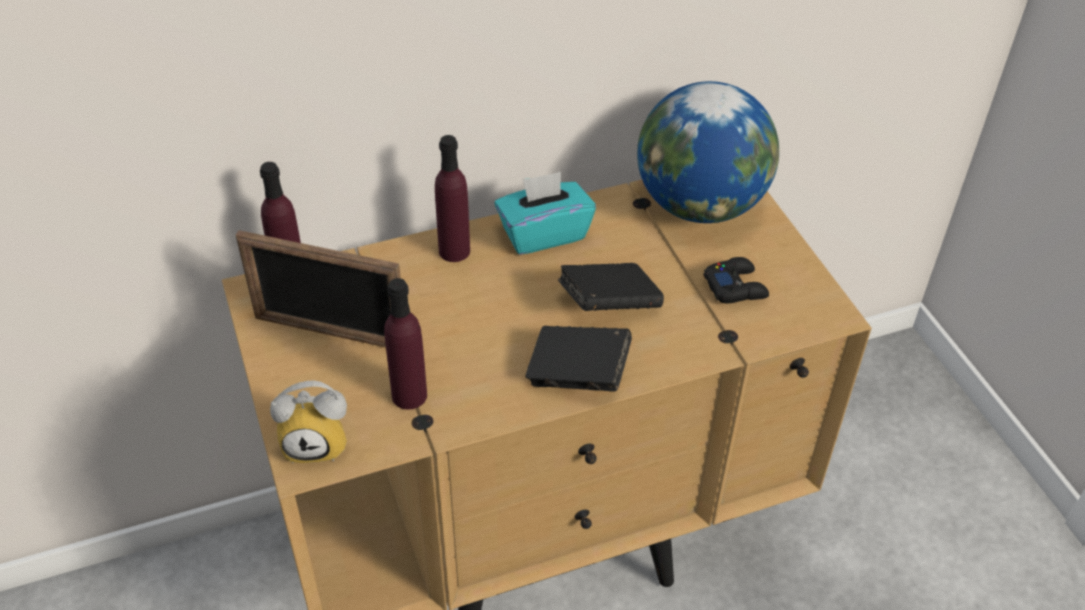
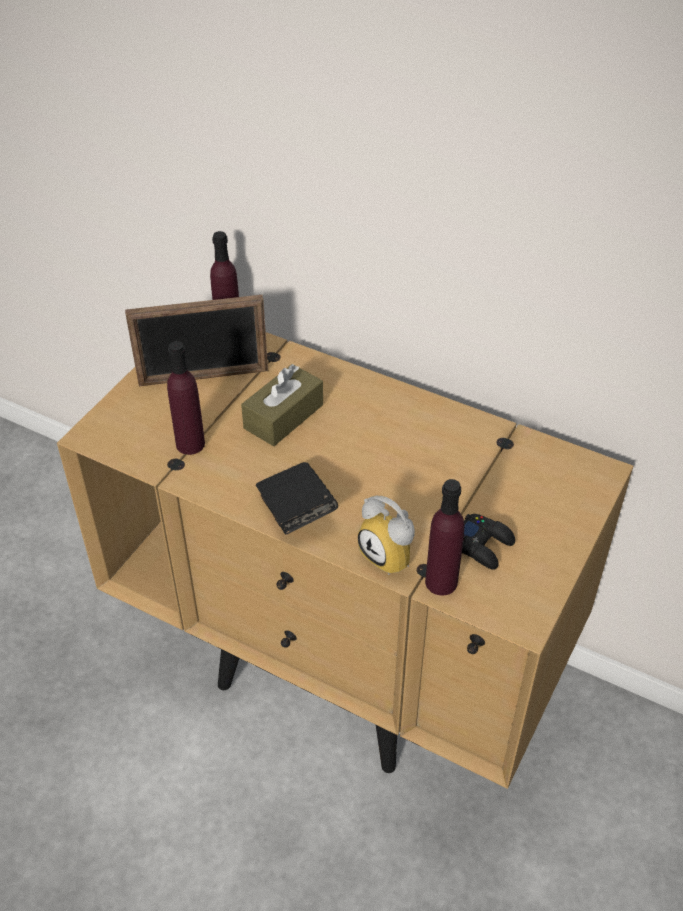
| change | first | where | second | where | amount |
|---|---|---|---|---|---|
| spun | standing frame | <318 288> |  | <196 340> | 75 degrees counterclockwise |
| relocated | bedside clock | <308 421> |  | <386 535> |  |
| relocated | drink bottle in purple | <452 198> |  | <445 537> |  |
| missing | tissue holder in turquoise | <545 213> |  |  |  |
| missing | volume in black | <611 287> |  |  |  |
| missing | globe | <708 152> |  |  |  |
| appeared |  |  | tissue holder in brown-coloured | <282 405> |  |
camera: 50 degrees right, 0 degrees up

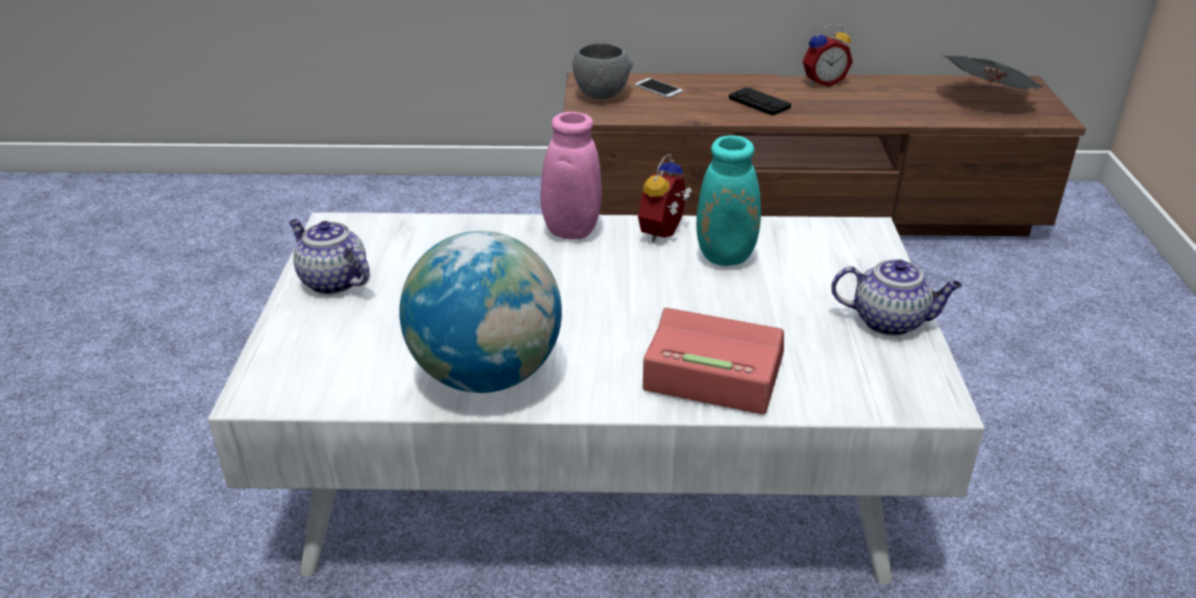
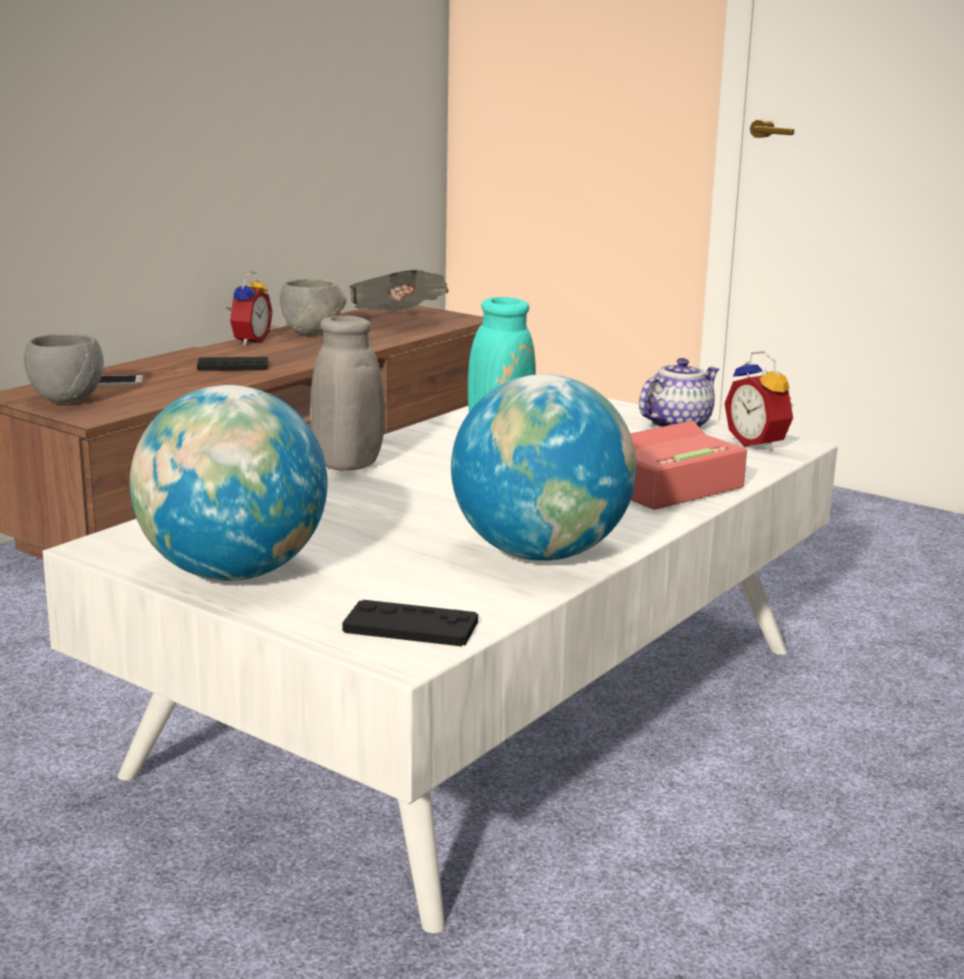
| change | first | where | second | where | amount |
|---|---|---|---|---|---|
| exchanged | teapot | <329 257> | globe | <229 483> |  |
| colour | decorative vase in pinkish | <548 176> | decorative vase in gray | <347 393> |  |
| relocated | bedside clock | <665 198> |  | <758 401> |  |
| appeared |  |  | bowl in gray | <313 306> |  |
| appeared |  |  | game controller in black | <410 623> |  |
camera: 55 degrees left, 15 degrees down

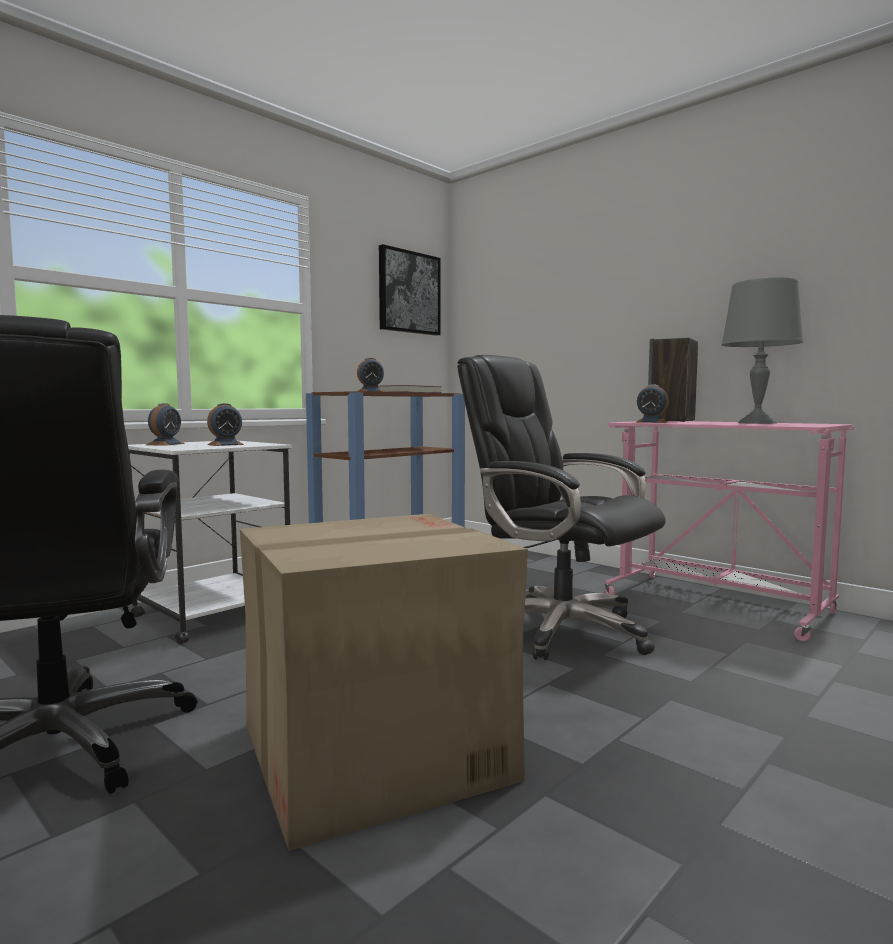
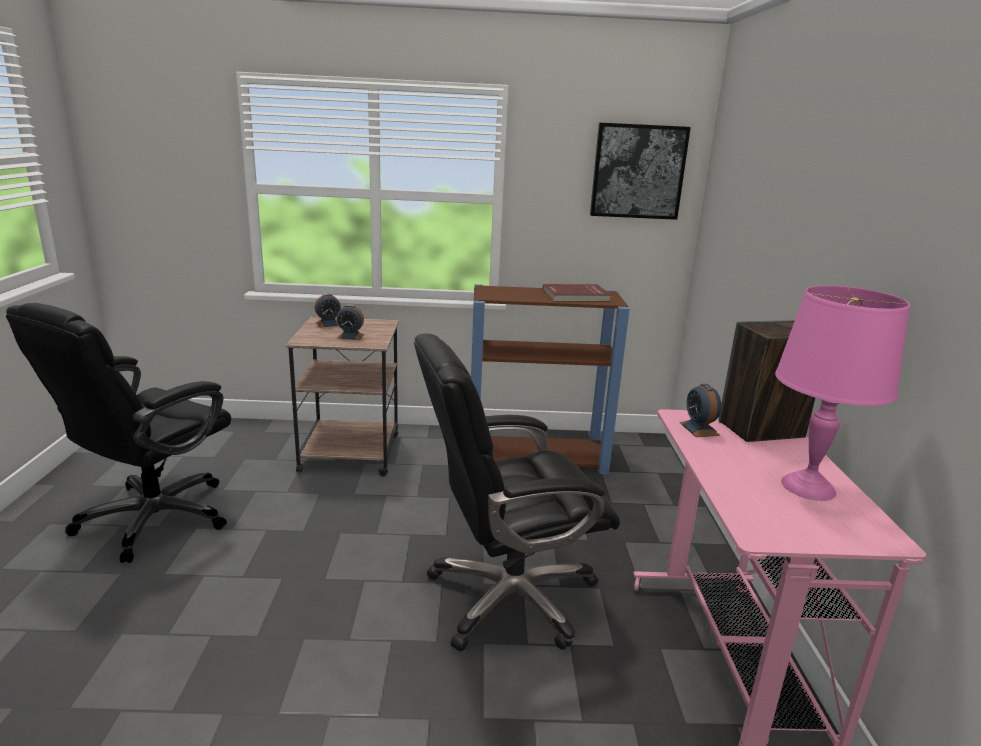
| change | first | where | second | where | amount |
|---|---|---|---|---|---|
| colour | wheeled cart in whitish | <210 542> | wheeled cart in brown-coloured | <342 397> |  |
| missing | packing box | <384 682> |  |  |  |
| missing | bedside clock | <371 375> |  |  |  |
| spun | desk chair in black | <561 507> |  | <517 492> | 105 degrees counterclockwise |
| colour | lamp for a table in gray | <762 350> | lamp for a table in pinkish | <842 393> |  |
camera: 45 degrees right, 15 degrees up

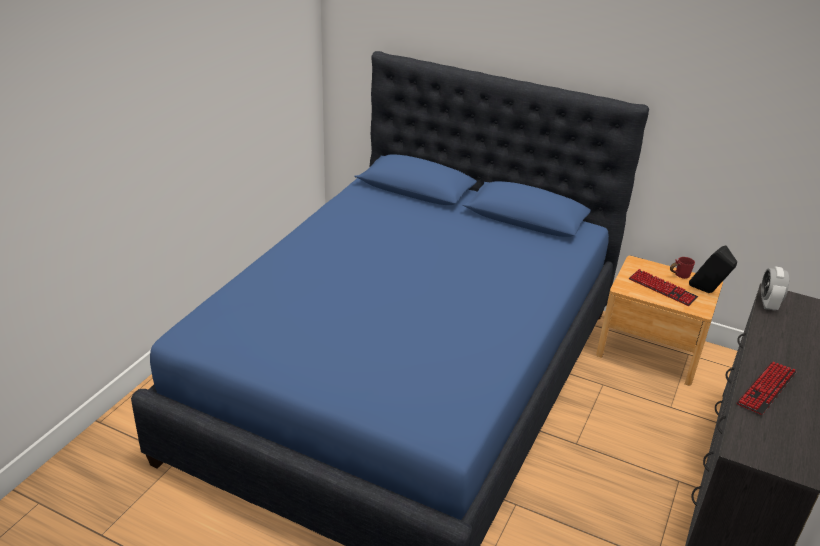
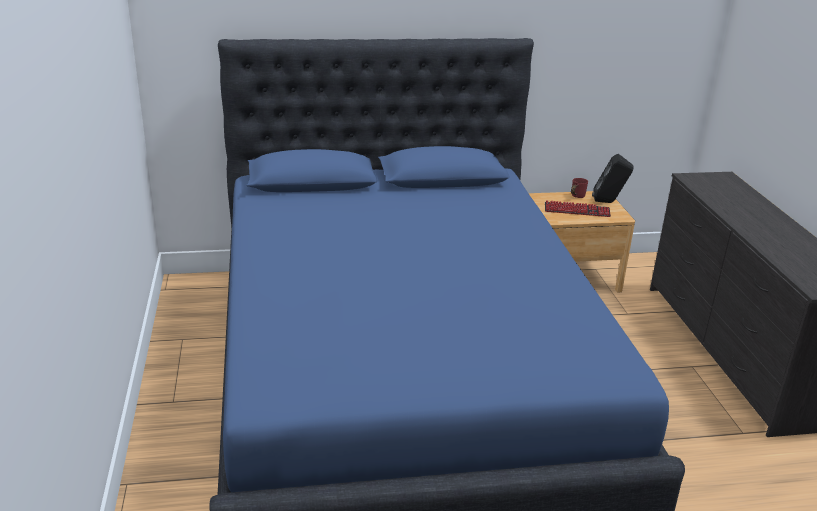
| change | first | where | second | where | amount |
|---|---|---|---|---|---|
| missing | keyboard | <766 388> |  |  |  |
| missing | bedside clock | <775 288> |  |  |  |
camera: 35 degrees left, 5 degrees down

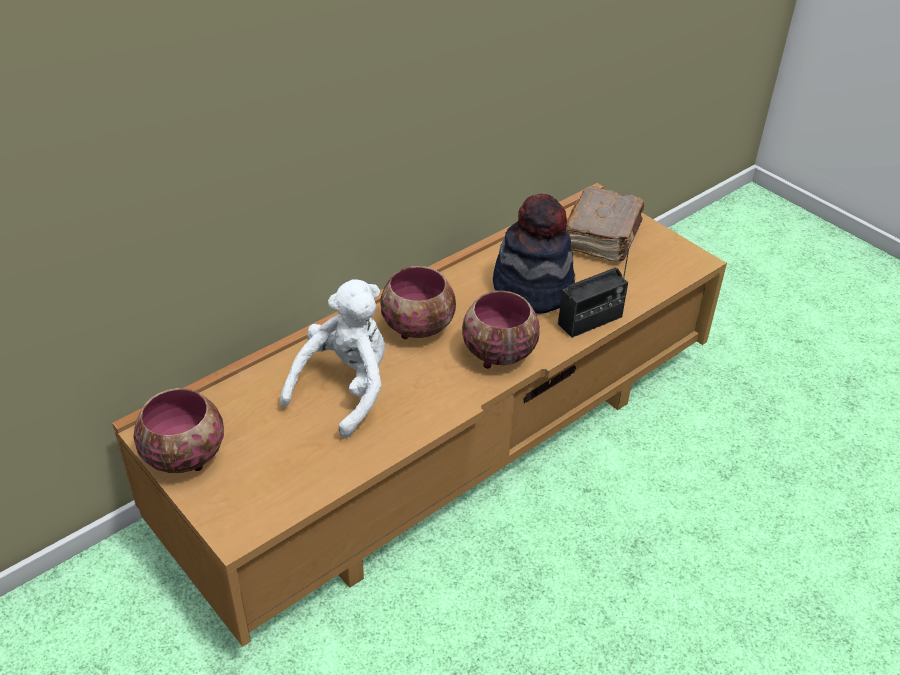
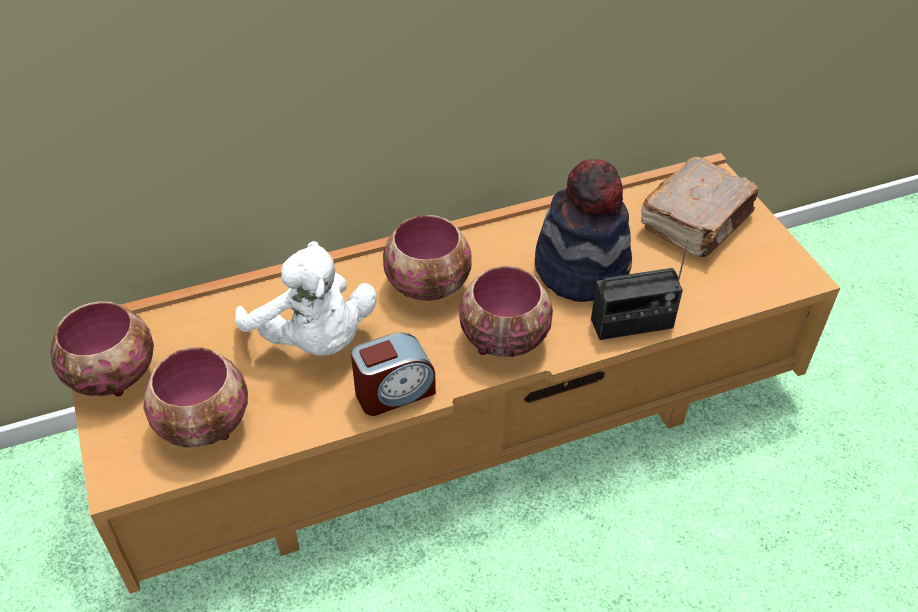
| change | first | where | second | where | amount |
|---|---|---|---|---|---|
| spun | plush toy in whitish | <332 358> |  | <306 298> | 90 degrees clockwise |
| appeared |  |  | bowl | <196 397> |  |
| appeared |  |  | bedside clock | <393 374> |  |
camera: 20 degrees right, 5 degrees up

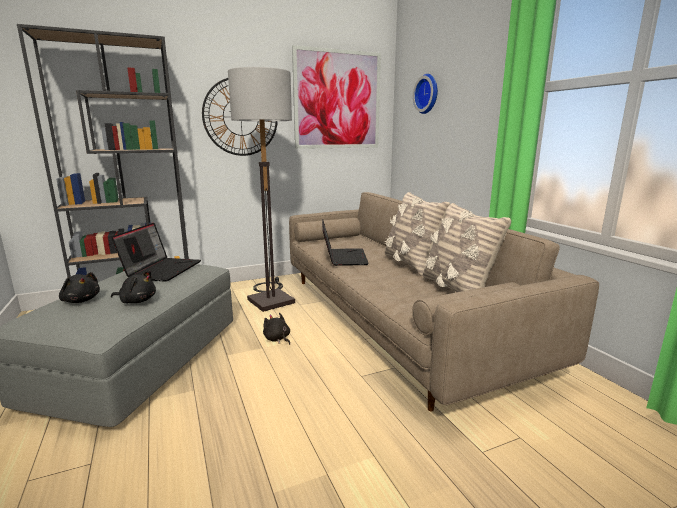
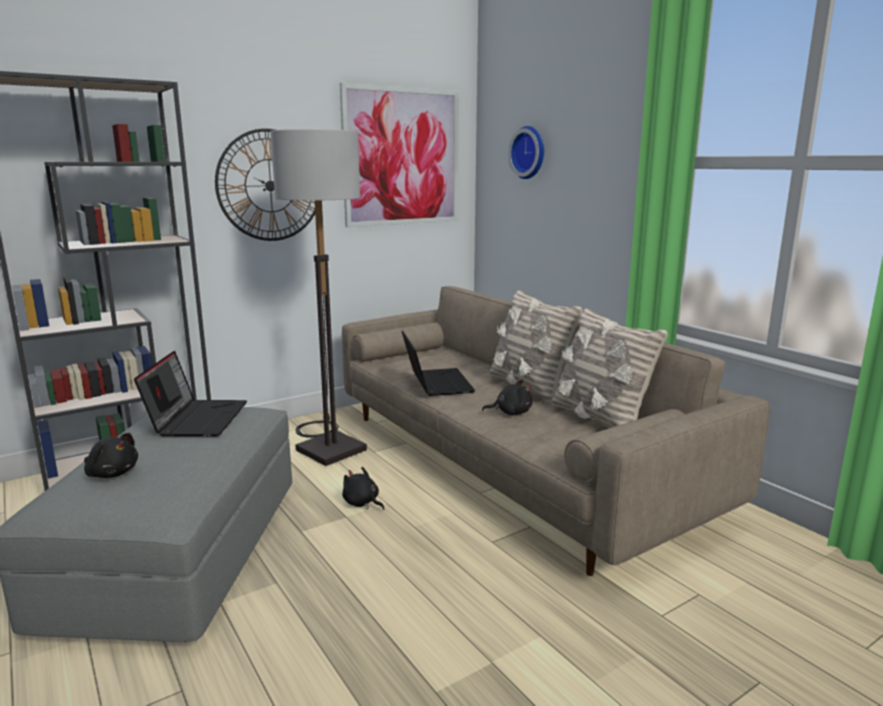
| change | first | where | second | where | amount |
|---|---|---|---|---|---|
| relocated | plush toy in black | <133 287> |  | <507 397> |  |
camera: 10 degrees left, 0 degrees up

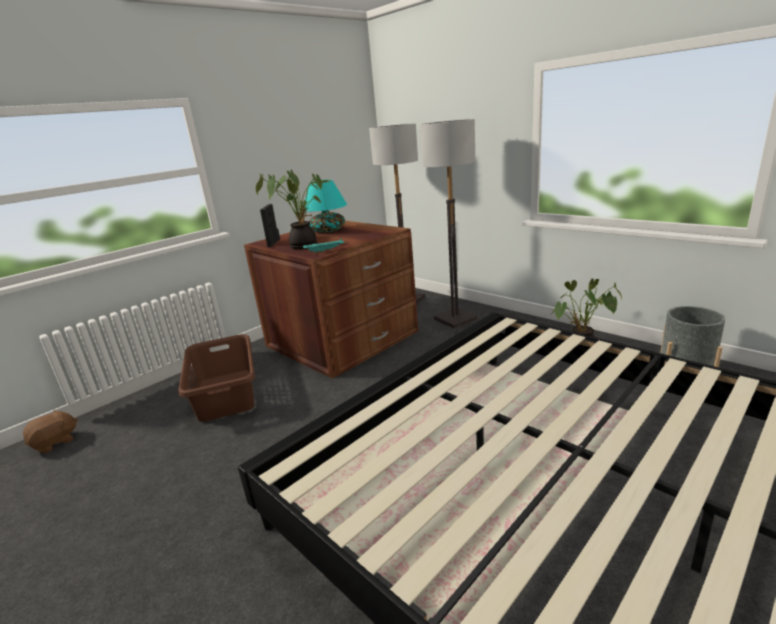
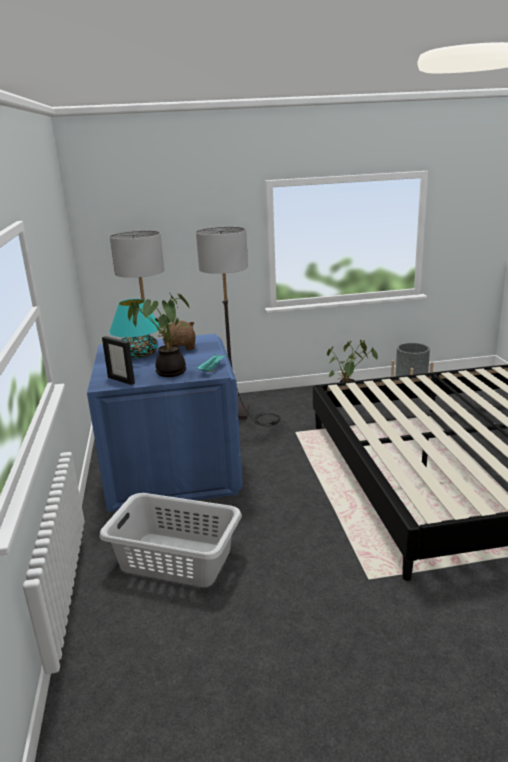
| change | first | where | second | where | amount |
|---|---|---|---|---|---|
| relocated | plush toy in brown-coloured | <50 431> |  | <180 336> |  |
| colour | washing basket in brown-coloured | <216 378> | washing basket in gray | <171 540> |  |
| colour | dresser in brown-coloured | <331 300> | dresser in blue | <165 423> |  |
camera: 55 degrees left, 0 degrees up

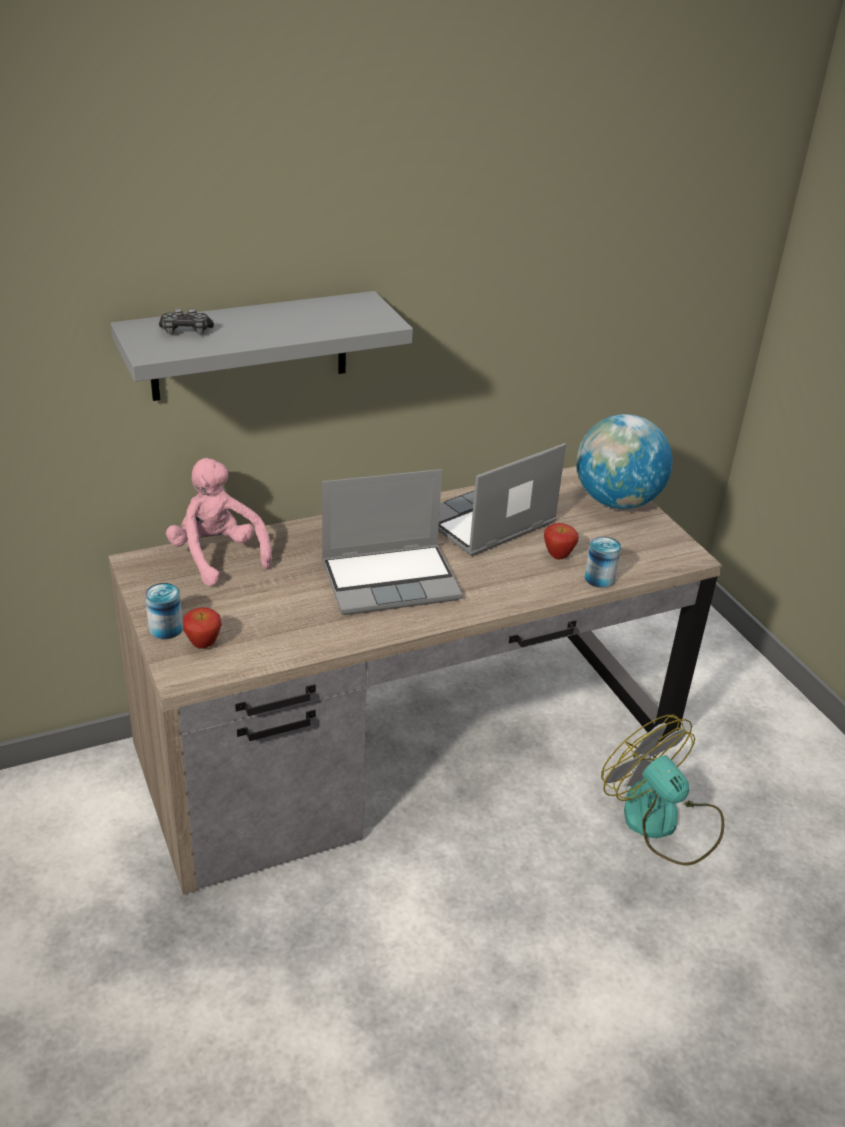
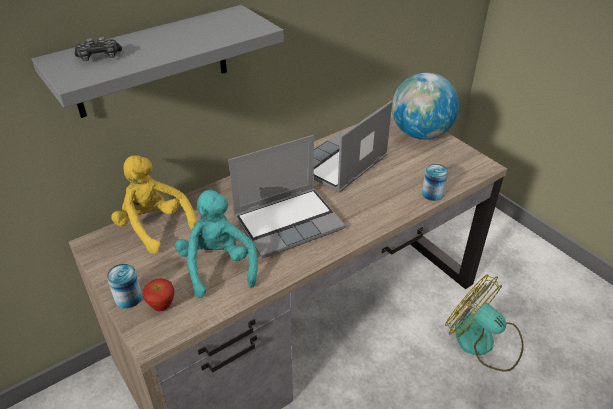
| change | first | where | second | where | amount |
|---|---|---|---|---|---|
| colour | plush toy in pinkish | <219 522> | plush toy in yellow-coloured | <154 204> |  |
| missing | whole apple | <561 541> |  |  |  |
| appeared |  |  | plush toy in turquoise | <216 244> |  |
camera: 10 degrees left, 5 degrees up

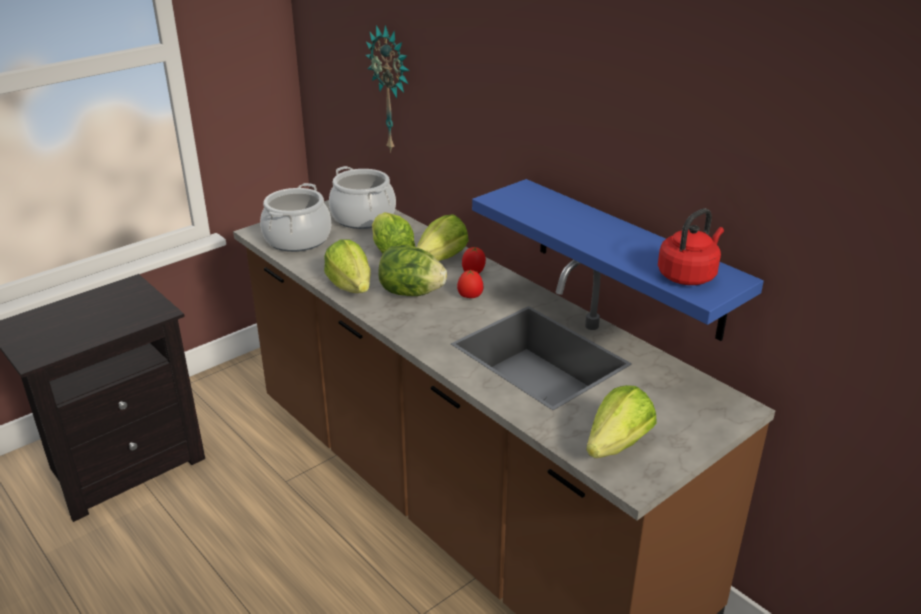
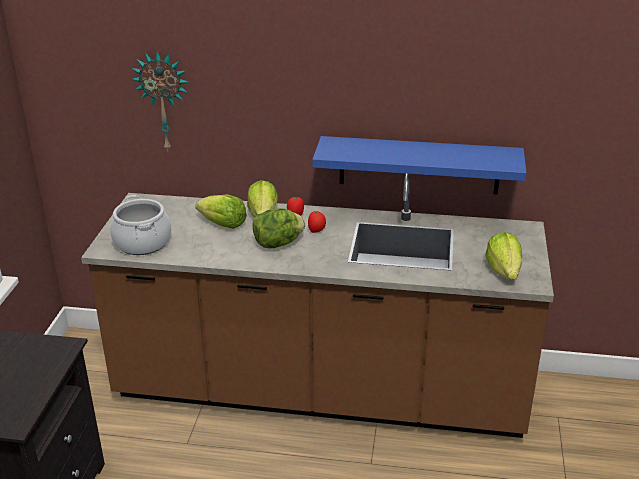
| change | first | where | second | where | amount |
|---|---|---|---|---|---|
| missing | head of lettuce | <347 266> |  |  |  |
| missing | saucepot | <362 197> |  |  |  |
| missing | kettle in red-coloured | <691 246> |  |  |  |
camera: 40 degrees left, 0 degrees up

